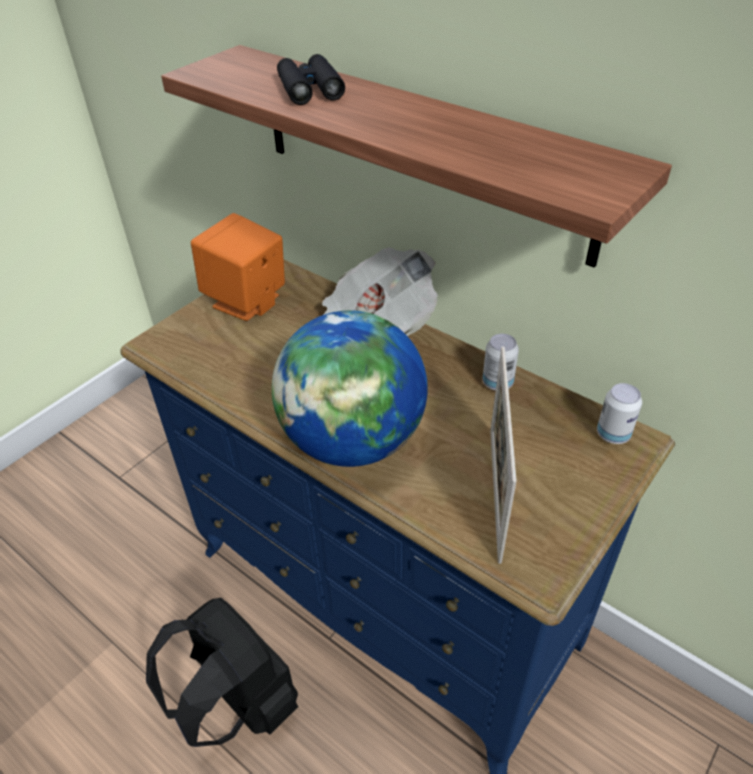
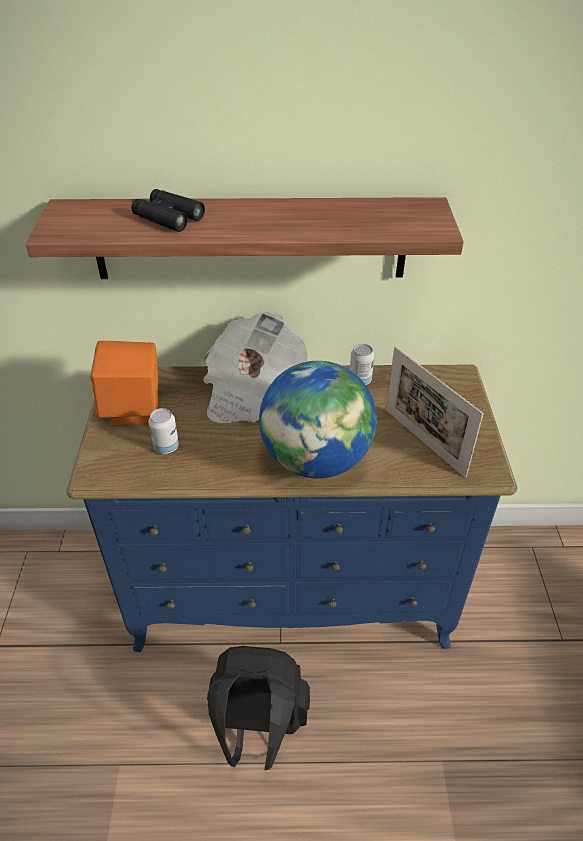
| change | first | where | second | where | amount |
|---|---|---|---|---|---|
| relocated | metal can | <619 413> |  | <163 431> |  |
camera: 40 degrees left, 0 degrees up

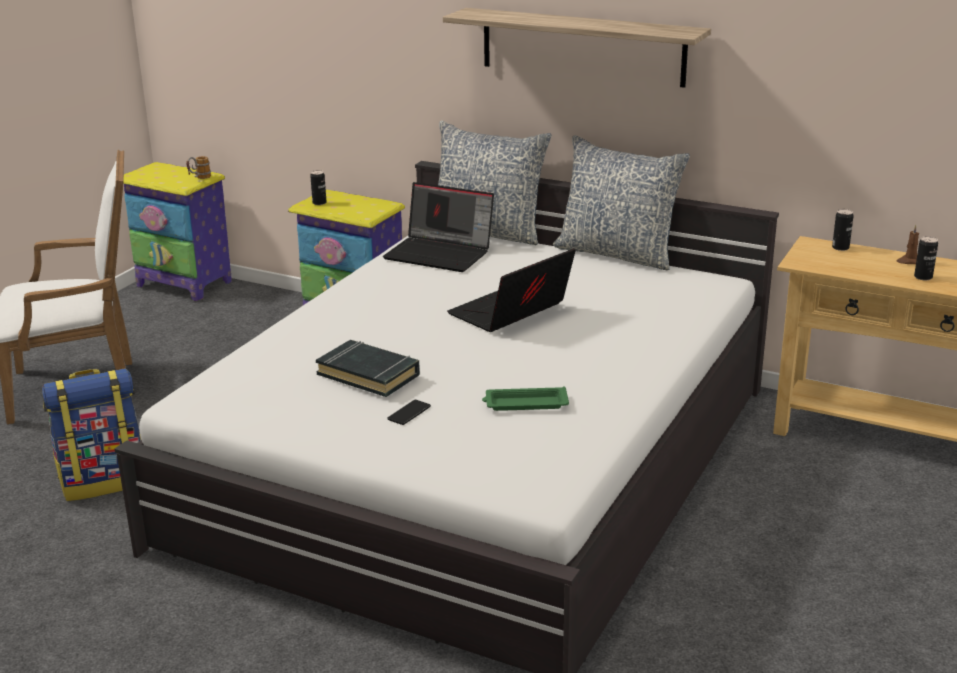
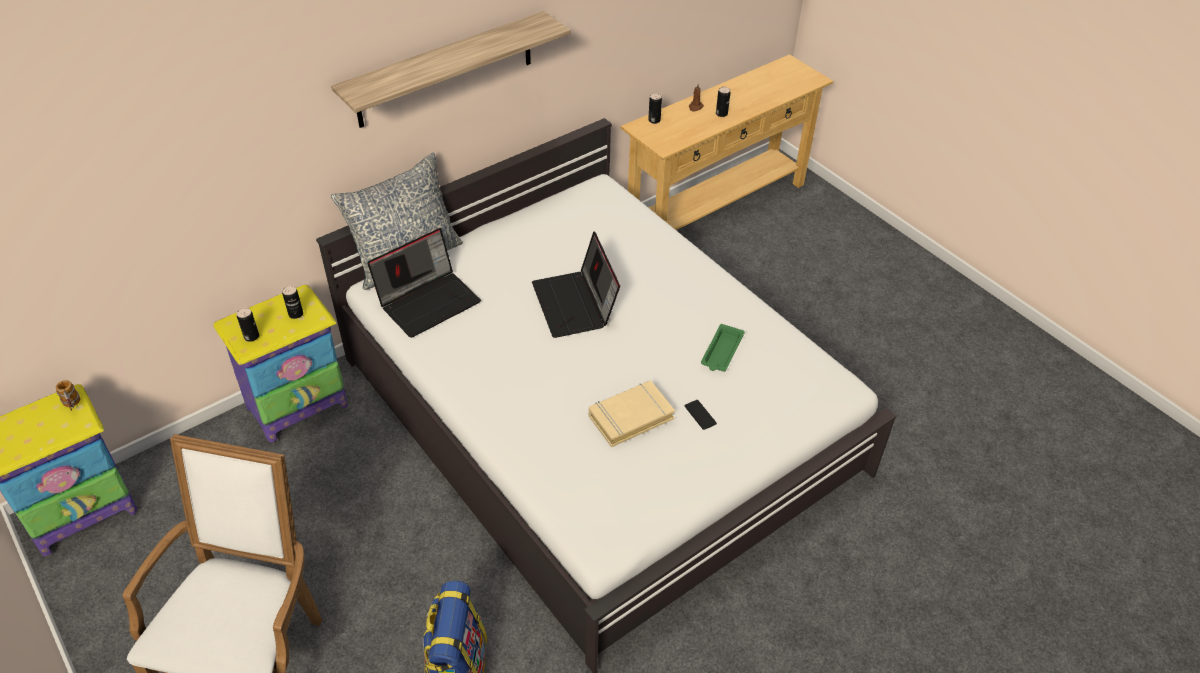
| change | first | where | second | where | amount |
|---|---|---|---|---|---|
| colour | volume in black | <368 368> | volume in beige | <632 414> |  |
| missing | throw pillow | <621 203> |  |  |  |
| appeared |  |  | metal can | <292 302> |  |
camera: 65 degrees left, 20 degrees up

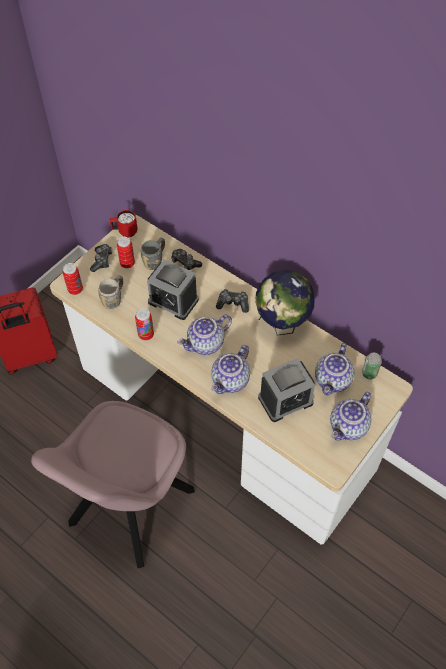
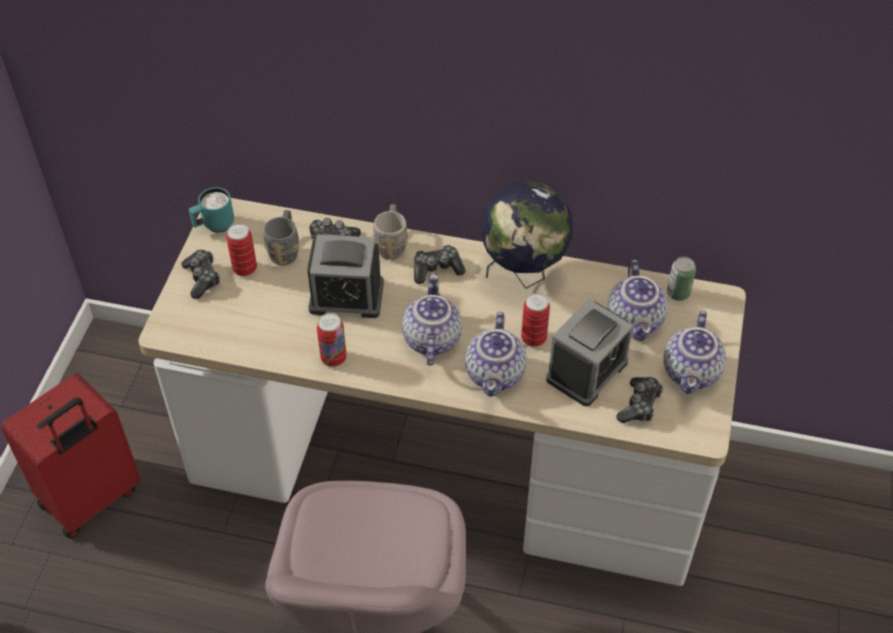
| change | first | where | second | where | amount |
|---|---|---|---|---|---|
| relocated | metal can | <73 279> |  | <535 320> |  |
| relocated | mug in gray | <110 292> |  | <390 232> |  |
| colour | mug in red-coloured | <124 223> | mug in turquoise | <211 209> |  |
| spun | teapot | <204 335> |  | <432 320> | 150 degrees clockwise |
| appeared |  |  | game controller | <639 400> |  |
camera: 25 degrees left, 5 degrees down

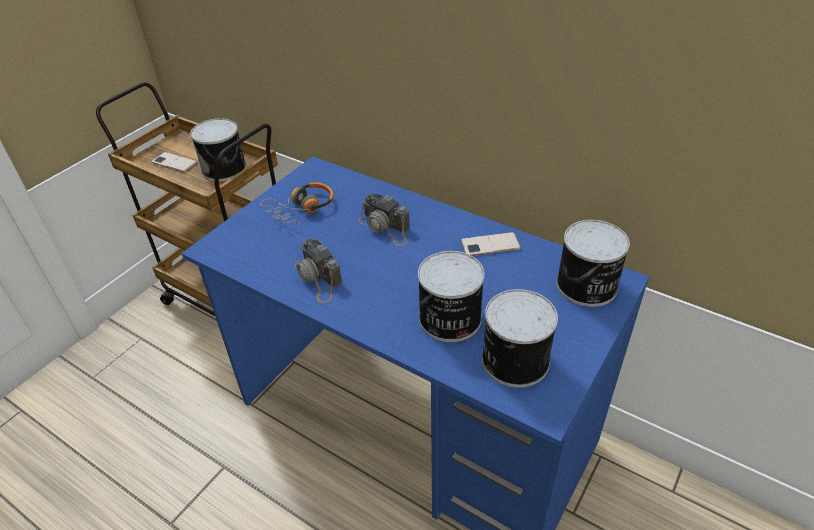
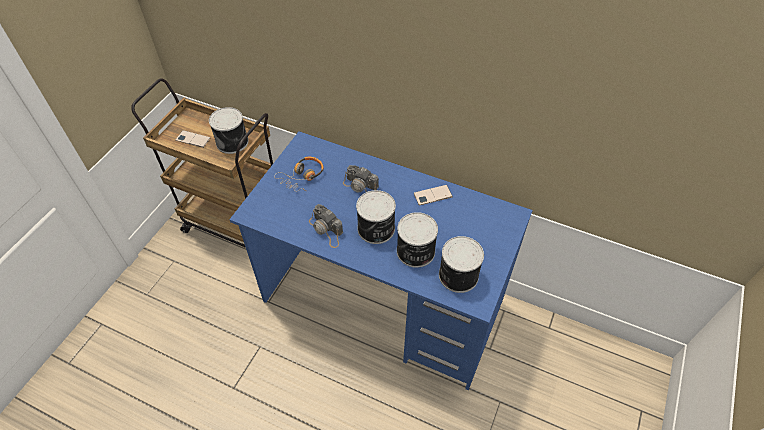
| change | first | where | second | where | amount |
|---|---|---|---|---|---|
| relocated | metal can | <593 263> |  | <376 217> |  |
camera: 10 degrees left, 10 degrees up

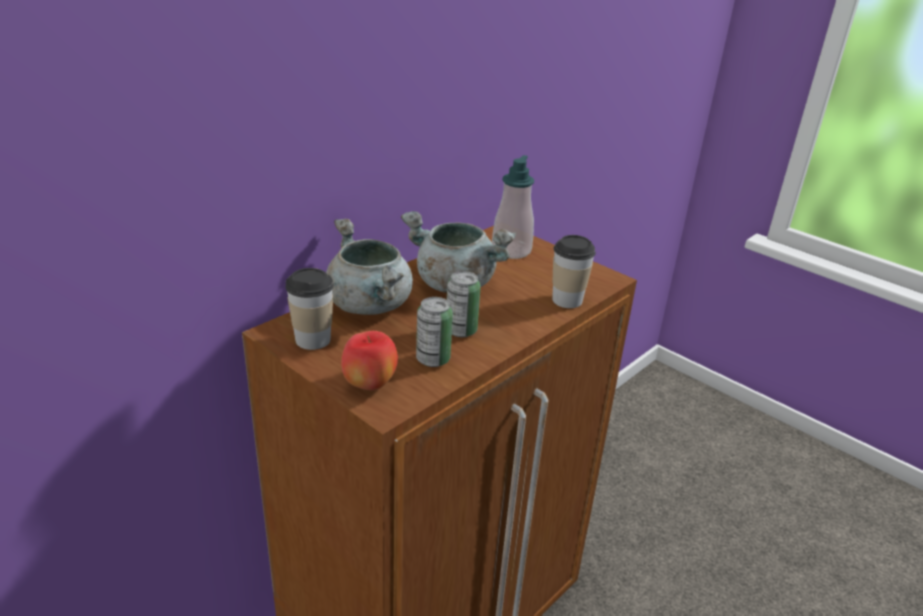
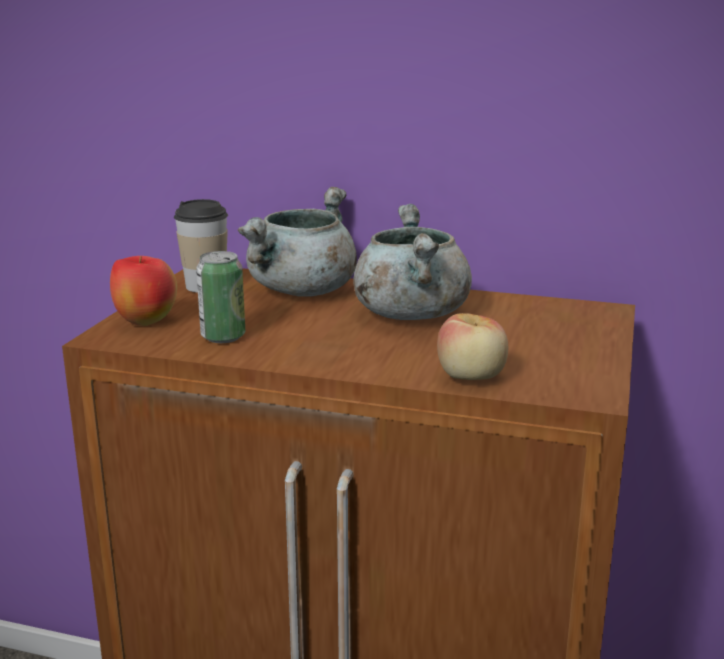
| change | first | where | second | where | amount |
|---|---|---|---|---|---|
| missing | metal can | <464 304> |  |  |  |
| missing | soap bottle | <513 207> |  |  |  |
| exchanged | drinking cup | <574 271> | whole apple | <472 346> |  |
camera: 65 degrees right, 10 degrees down

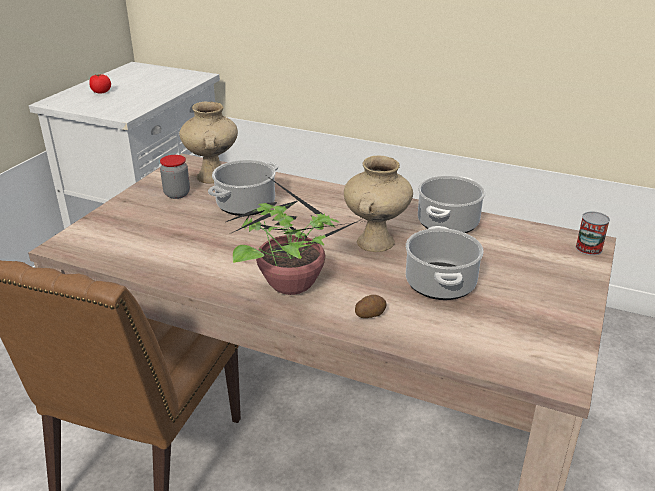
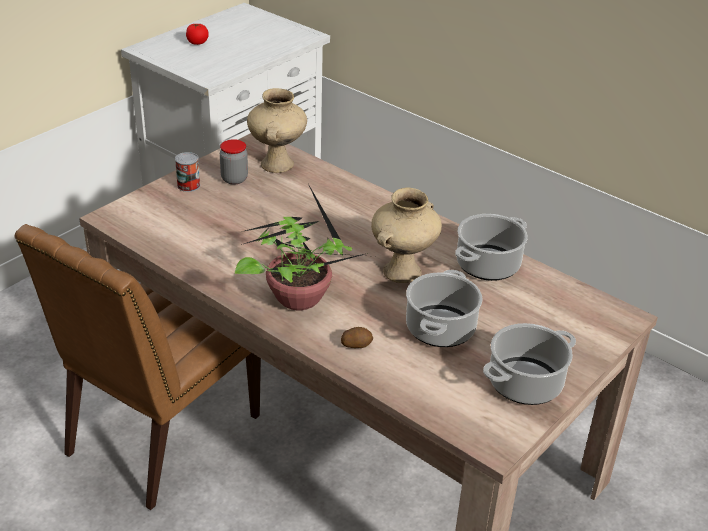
| change | first | where | second | where | amount |
|---|---|---|---|---|---|
| relocated | saucepot | <243 188> |  | <529 364> |  |
| relocated | metal can | <593 233> |  | <187 172> |  |
camera: 15 degrees right, 5 degrees up

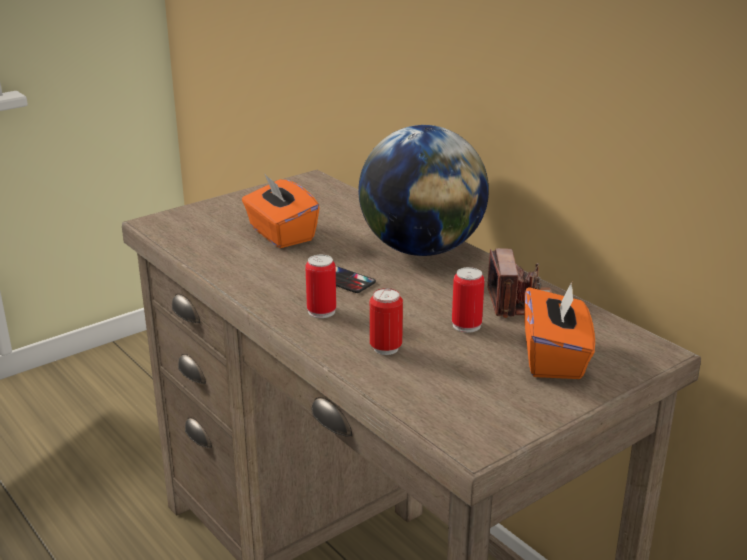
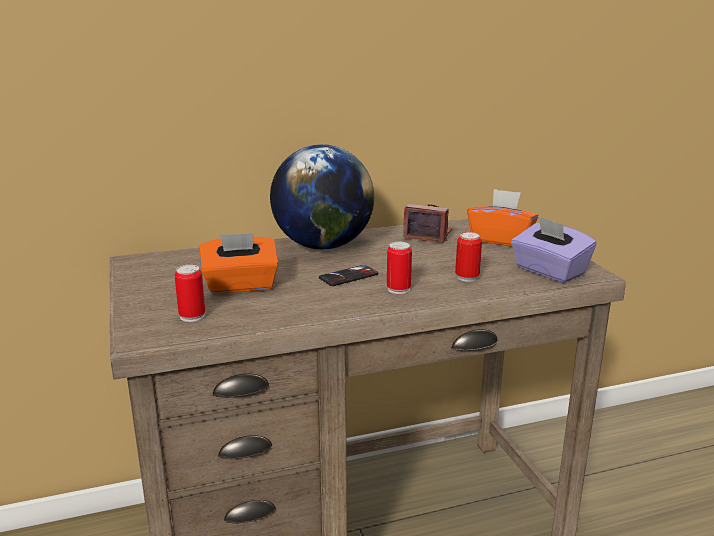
| change | first | where | second | where | amount |
|---|---|---|---|---|---|
| relocated | metal can | <468 300> |  | <190 293> |  |
| appeared |  |  | tissue holder in purple | <554 249> |  |
camera: 70 degrees left, 5 degrees down

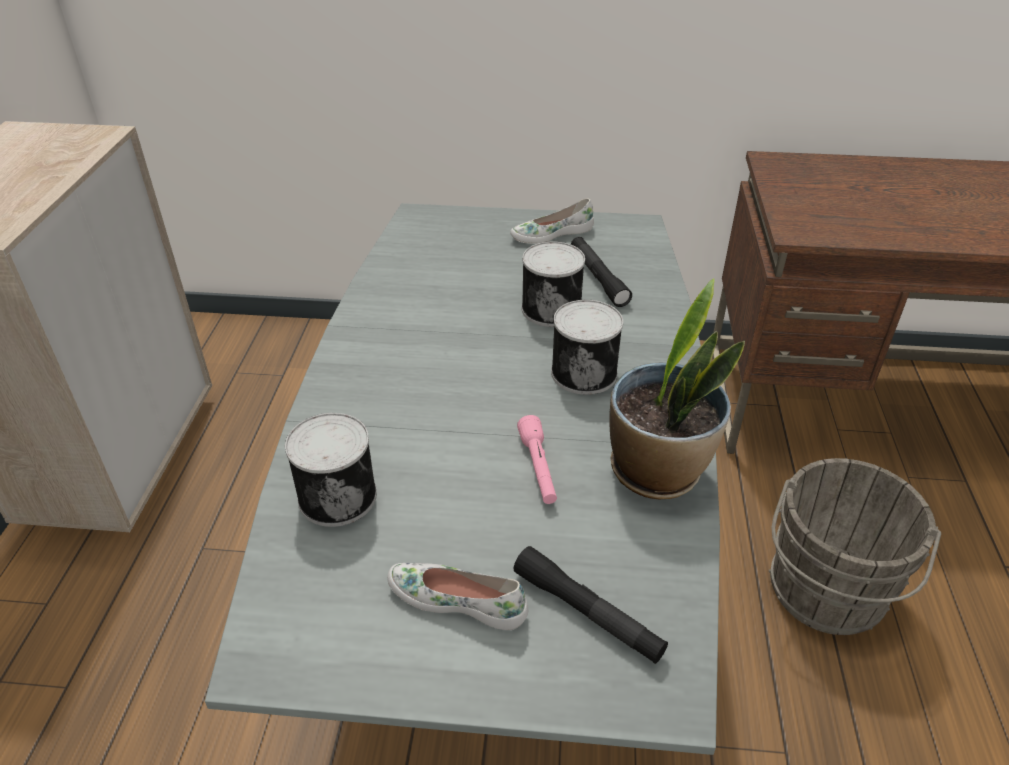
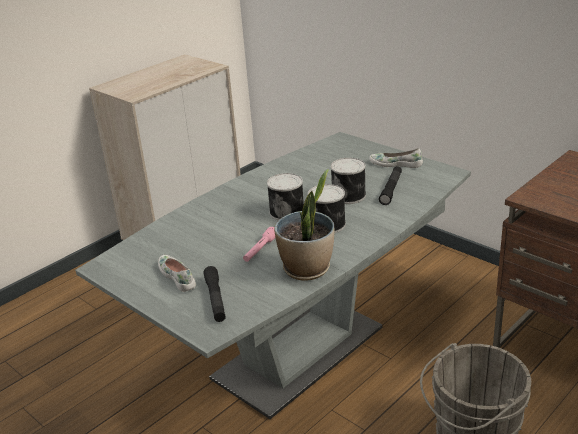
| change | first | where | second | where | amount |
|---|---|---|---|---|---|
| relocated | metal can | <331 470> |  | <285 196> |  |
camera: 40 degrees right, 10 degrees down

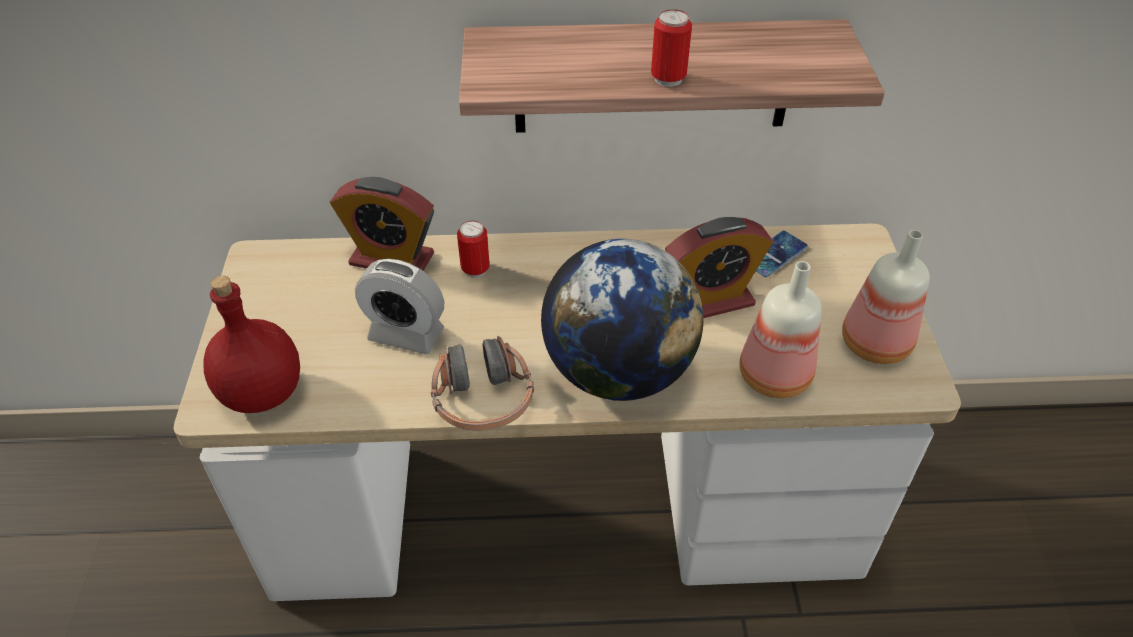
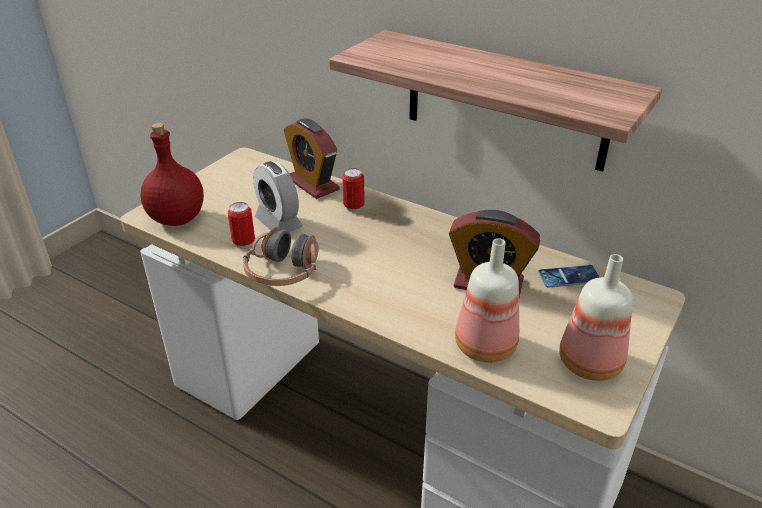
| change | first | where | second | where | amount |
|---|---|---|---|---|---|
| missing | globe | <622 320> |  |  |  |
| relocated | metal can | <671 48> |  | <241 225> |  |
camera: 35 degrees right, 10 degrees down

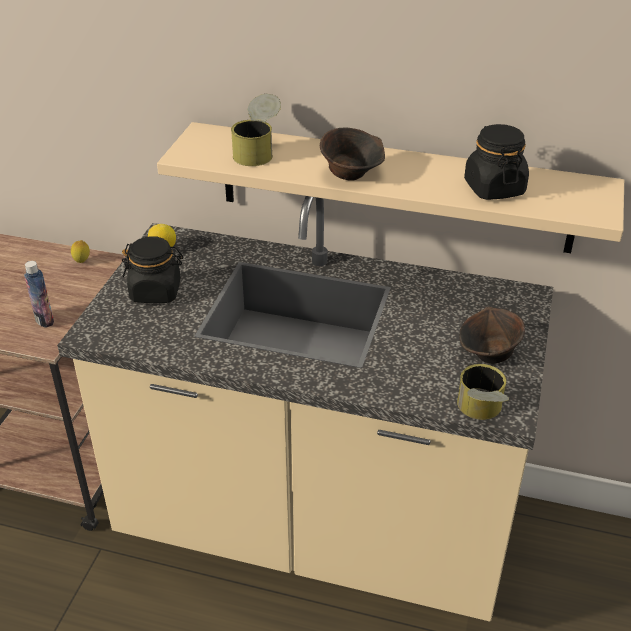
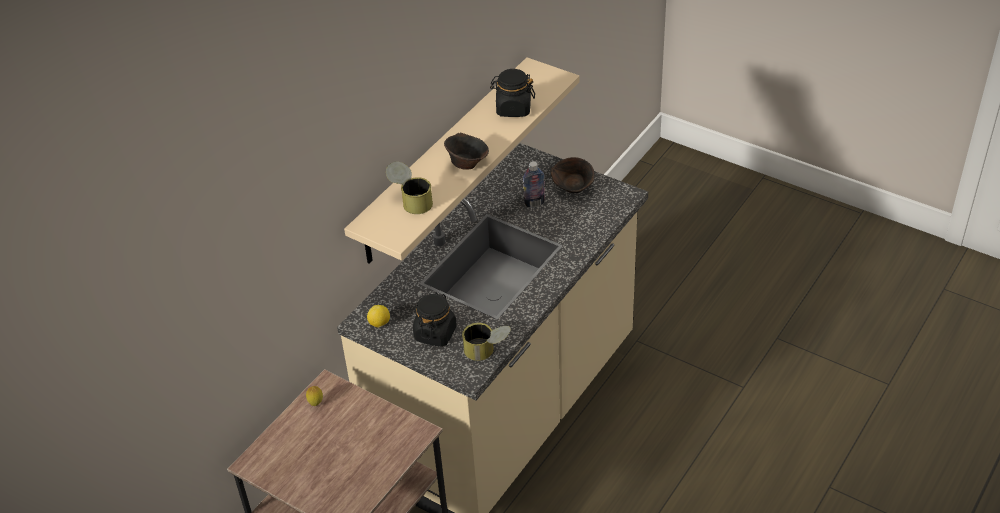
| change | first | where | second | where | amount |
|---|---|---|---|---|---|
| relocated | drink bottle | <39 294> |  | <534 184> |  |
| relocated | metal can | <483 392> |  | <486 342> |  |
camera: 70 degrees left, 5 degrees up

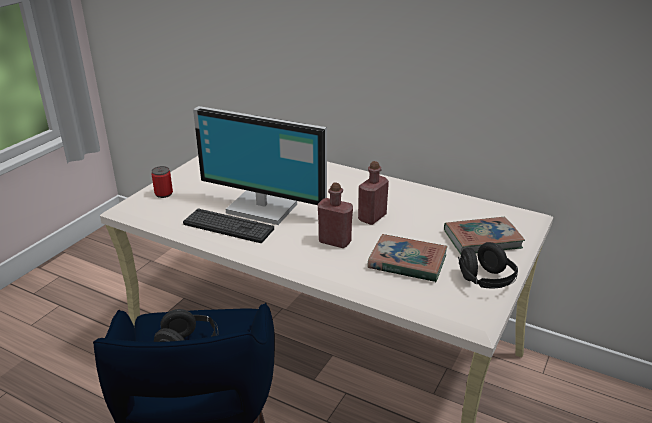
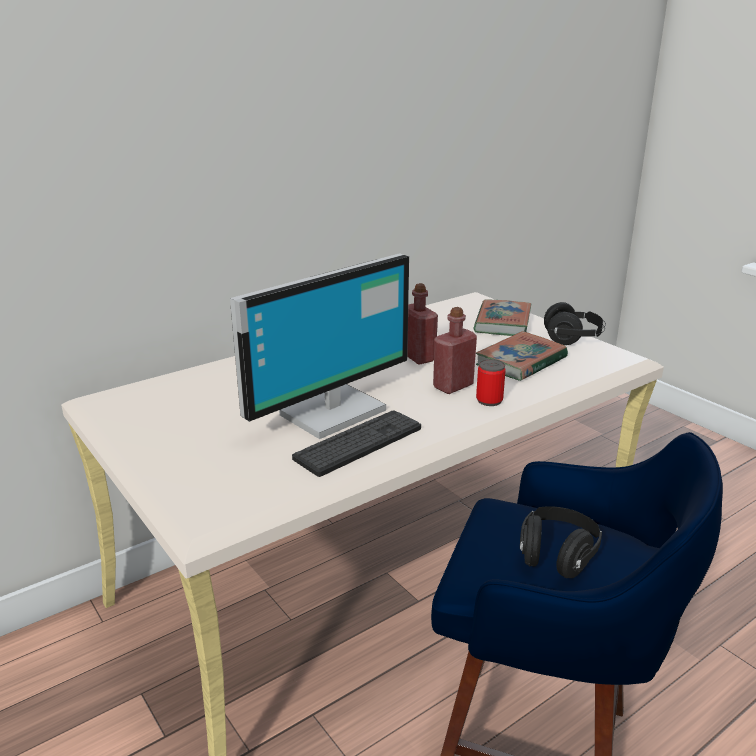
| change | first | where | second | where | amount |
|---|---|---|---|---|---|
| relocated | metal can | <162 182> |  | <491 382> |  |
camera: 65 degrees left, 5 degrees down

